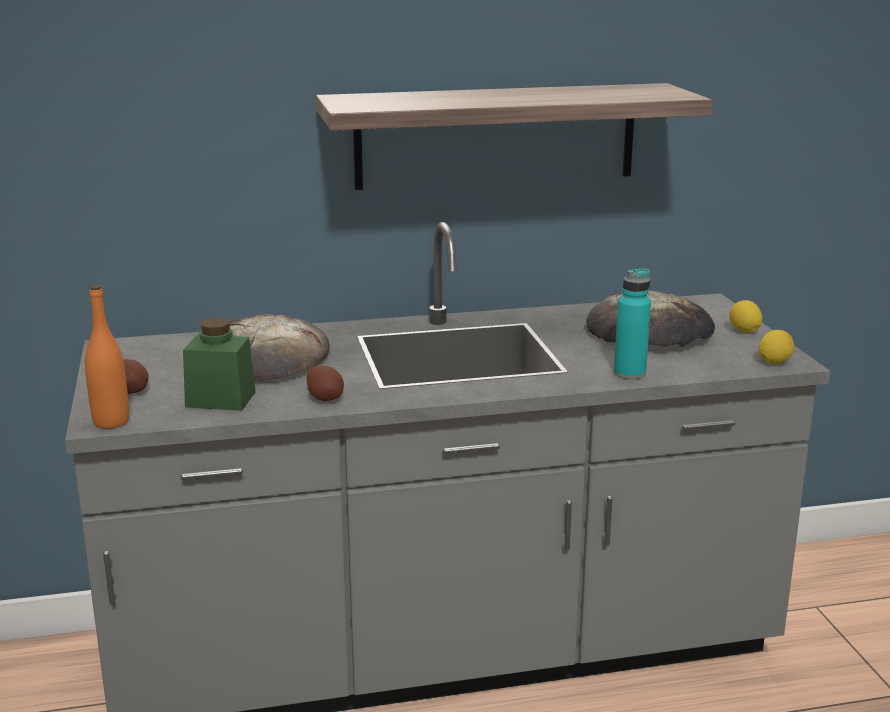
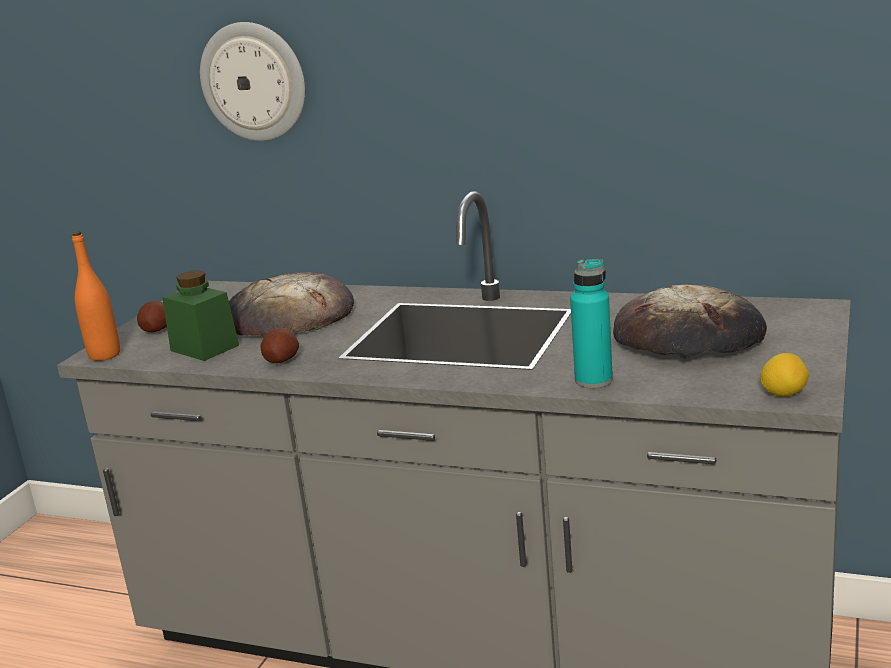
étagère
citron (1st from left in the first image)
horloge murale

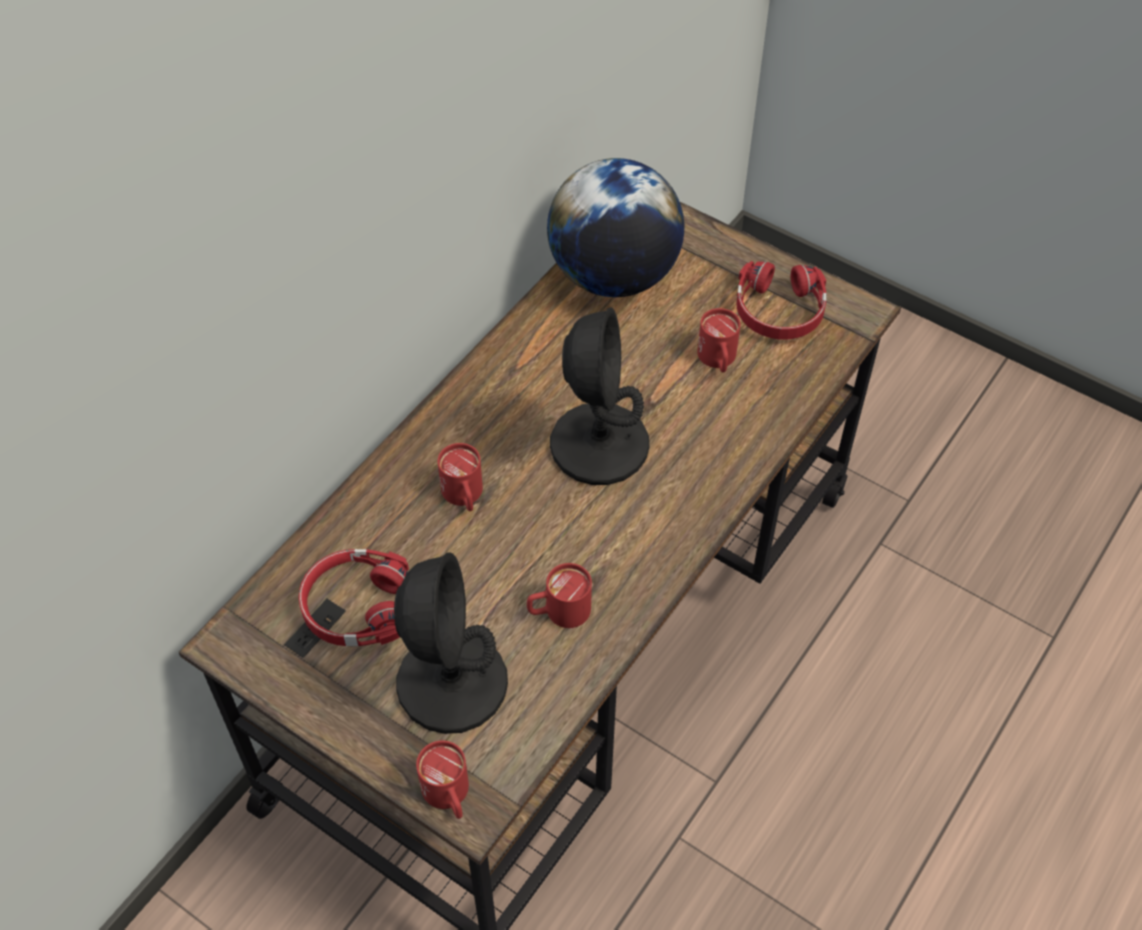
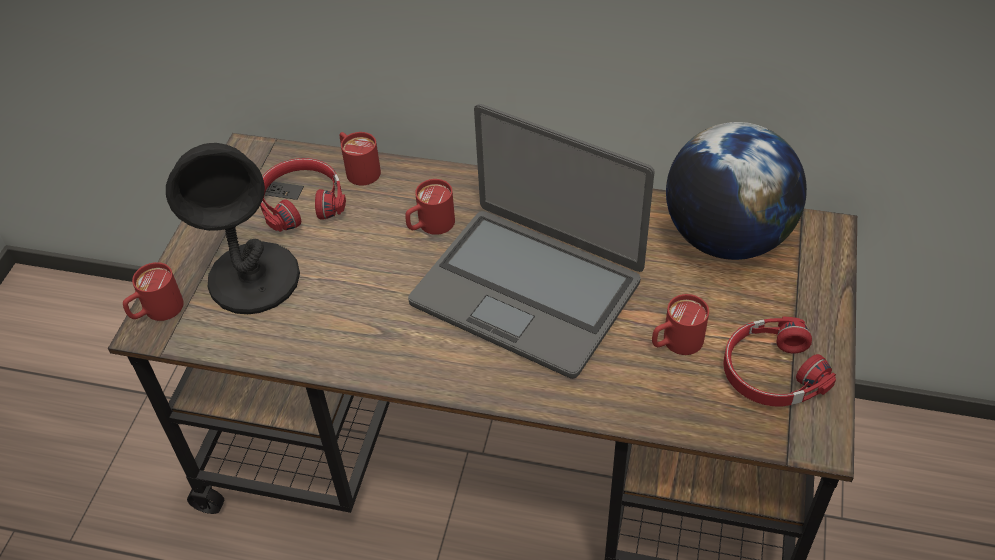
mug/rouge (2nd from left)
ordinateur portable

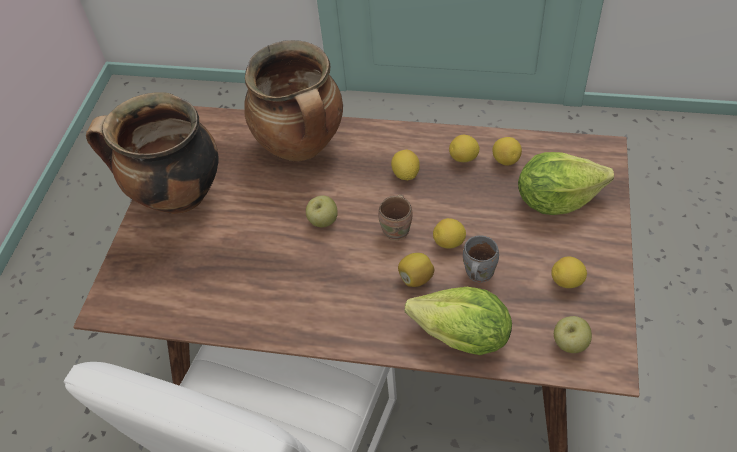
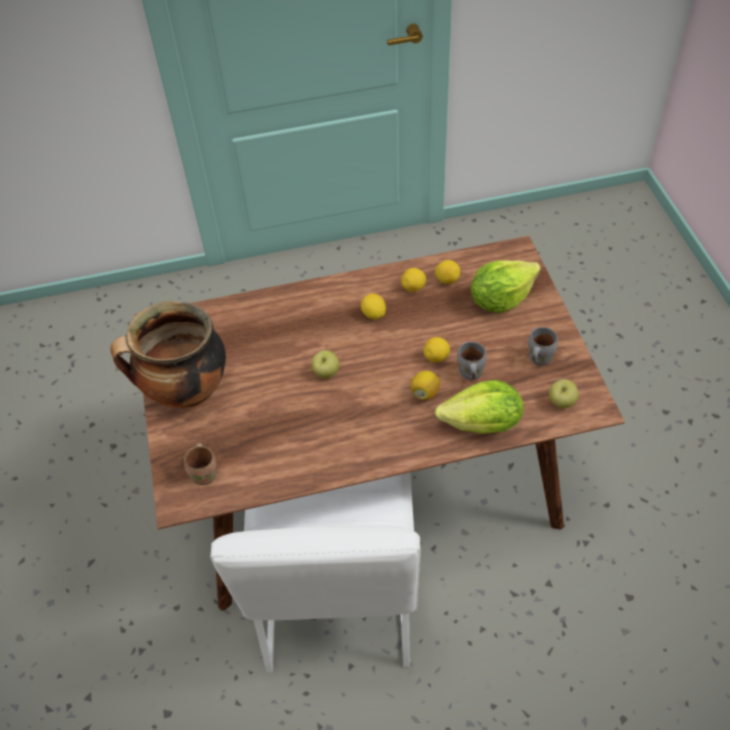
marmite (2nd from left in the first image)
mug/marron
mug/gris (2nd from left)

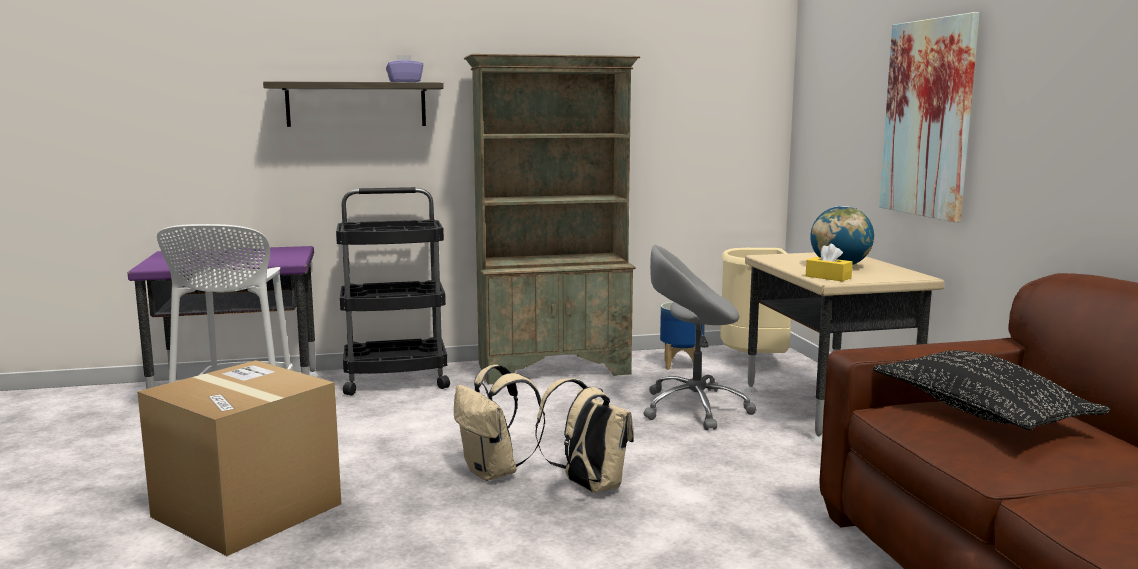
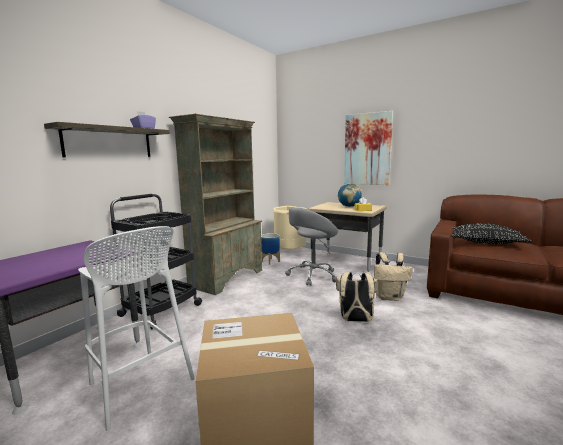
sac à dos/beige (2nd from left)

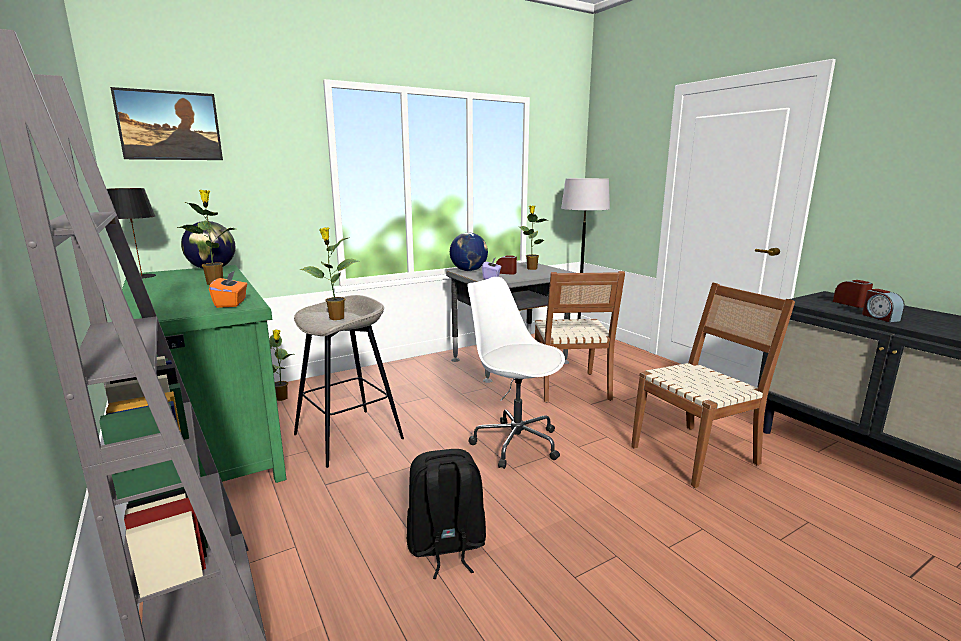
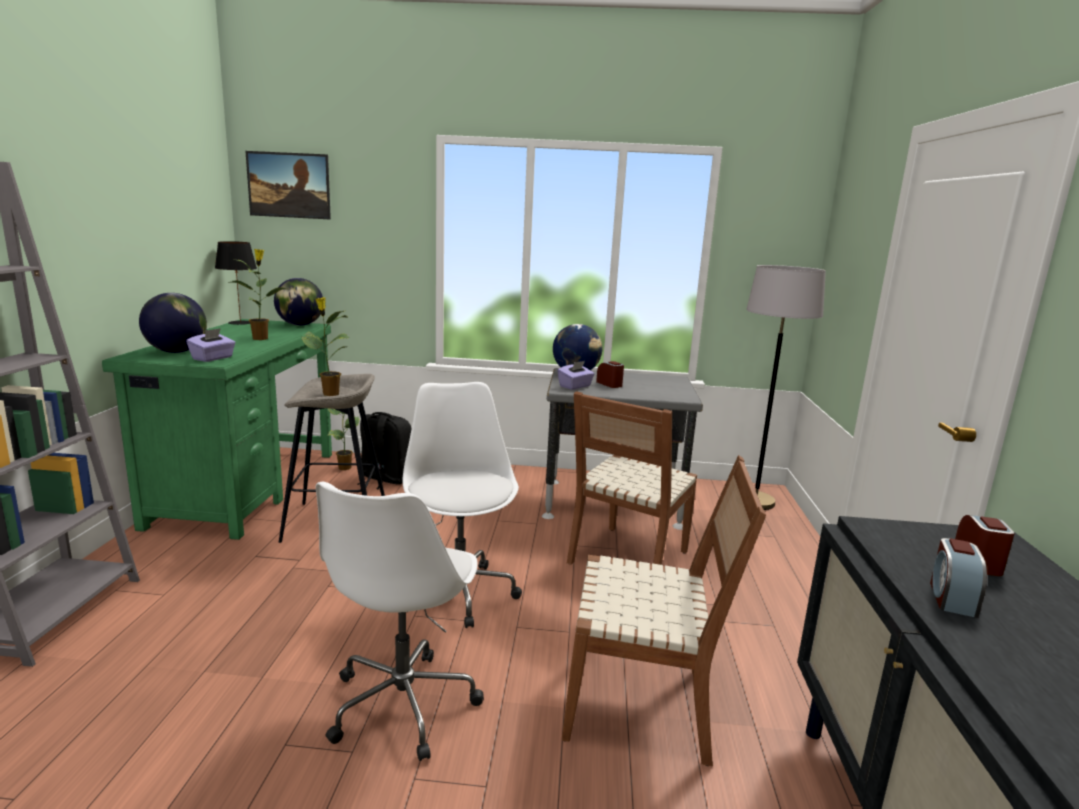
plante en pot (4th from left in the first image)
globe (1st from left)
chaise de bureau/blanc (1st from left)
sac à dos/noir
boîte à mouchoirs/violet (1st from left)

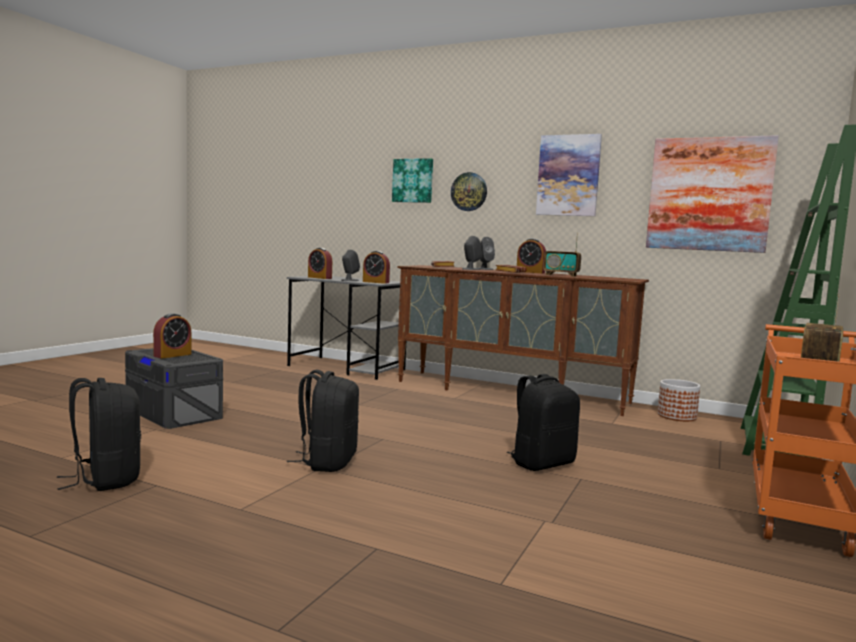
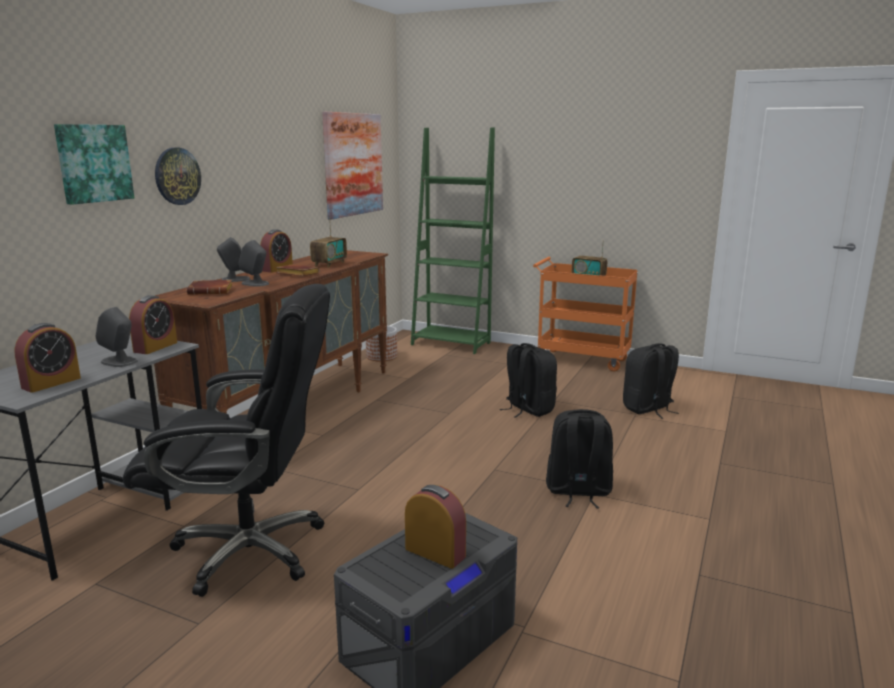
tableau (2nd from left in the first image)
chaise de bureau/noir
sac à dos/noir (3rd from left)

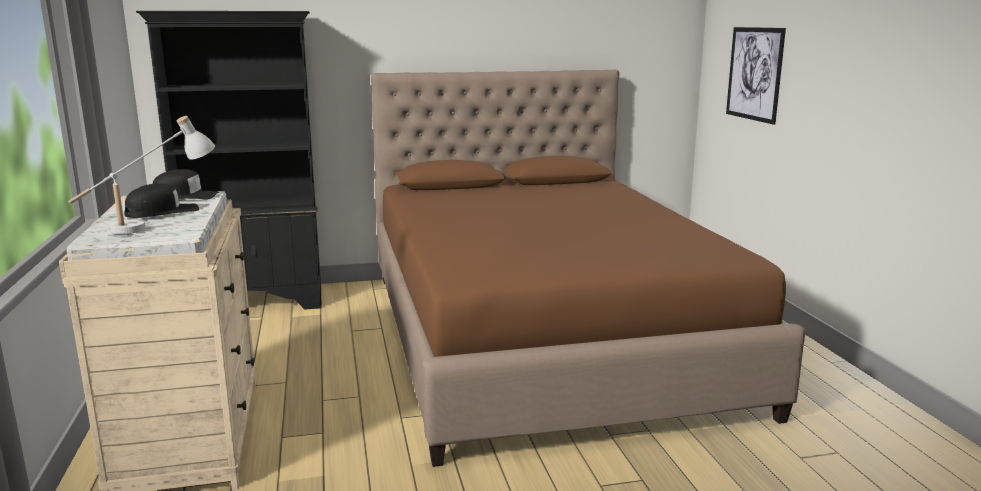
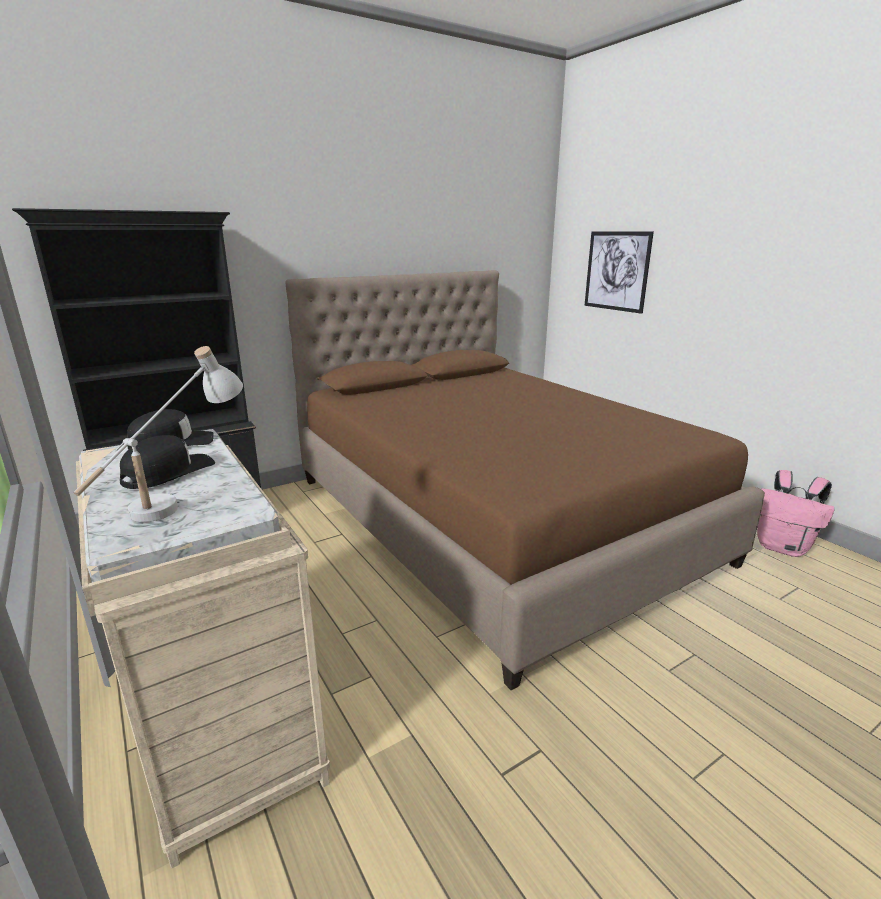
sac à dos/rose

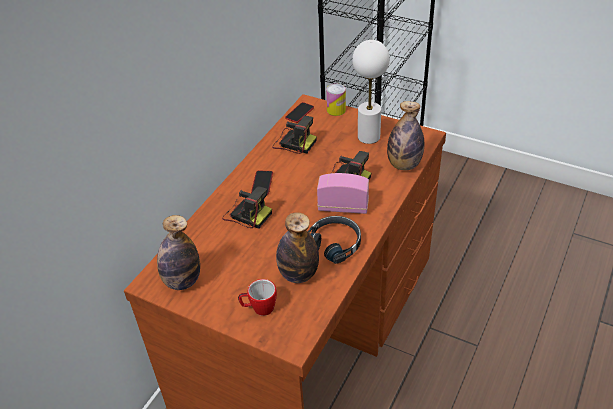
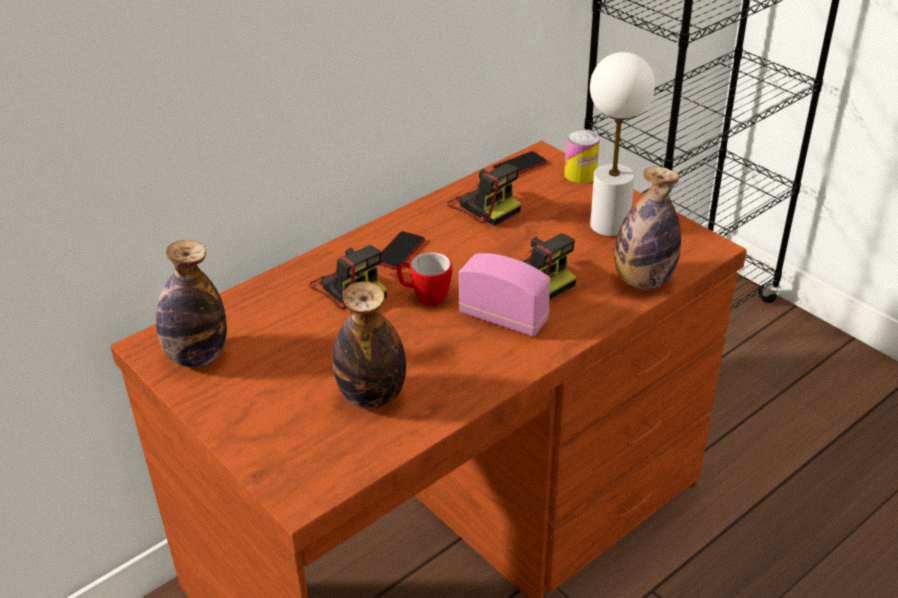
casque audio/noir
mug

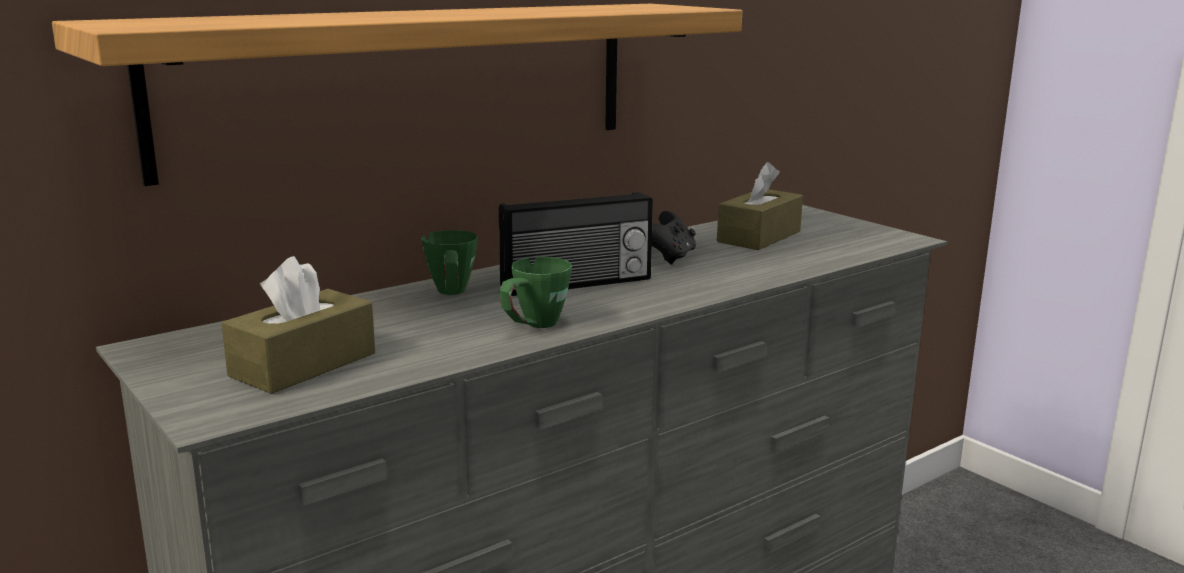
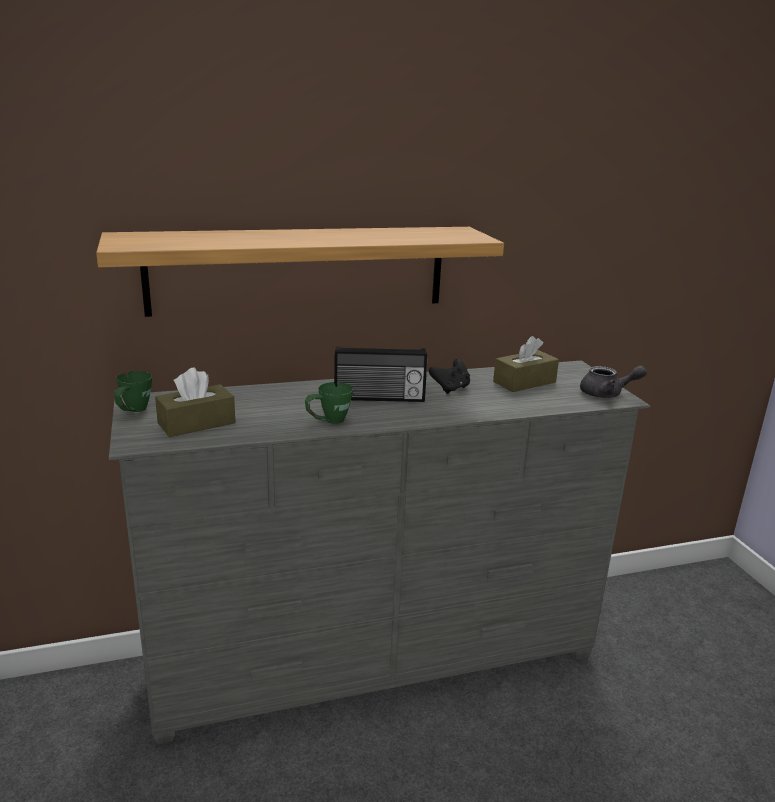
théière/gris
mug/vert (1st from left)

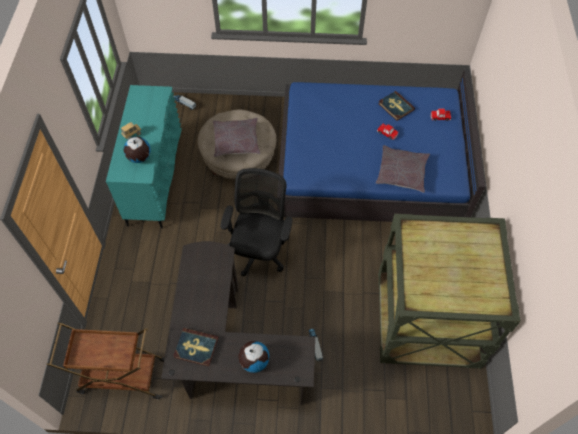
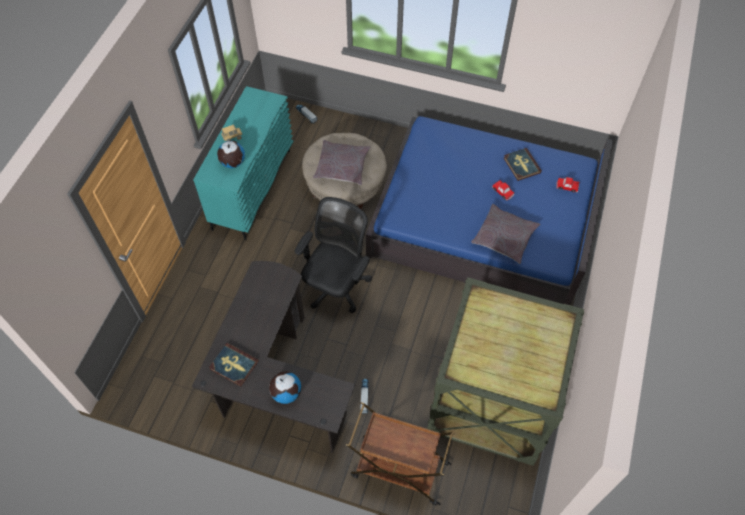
chariot/marron

